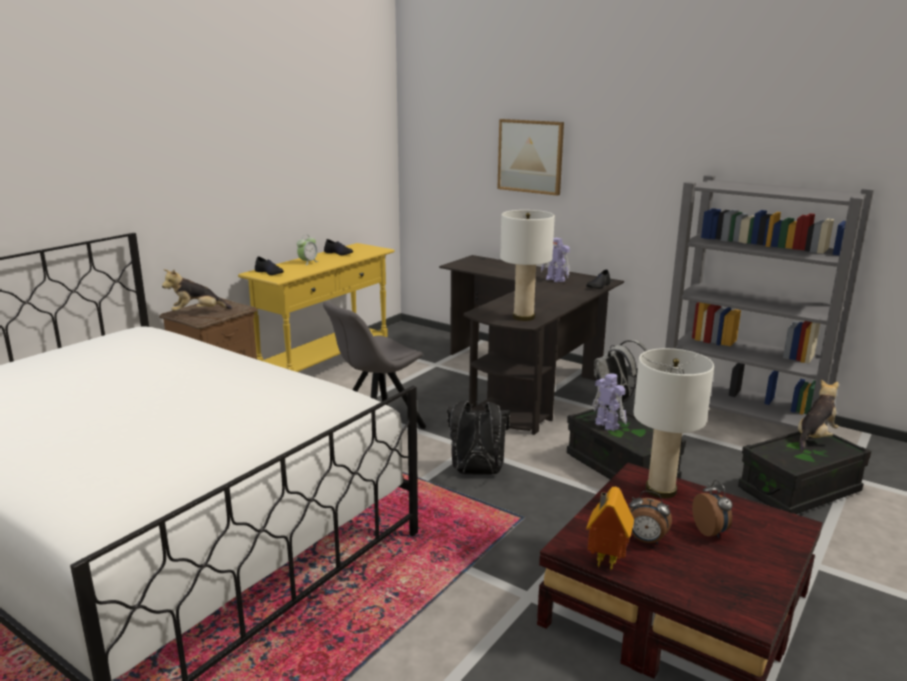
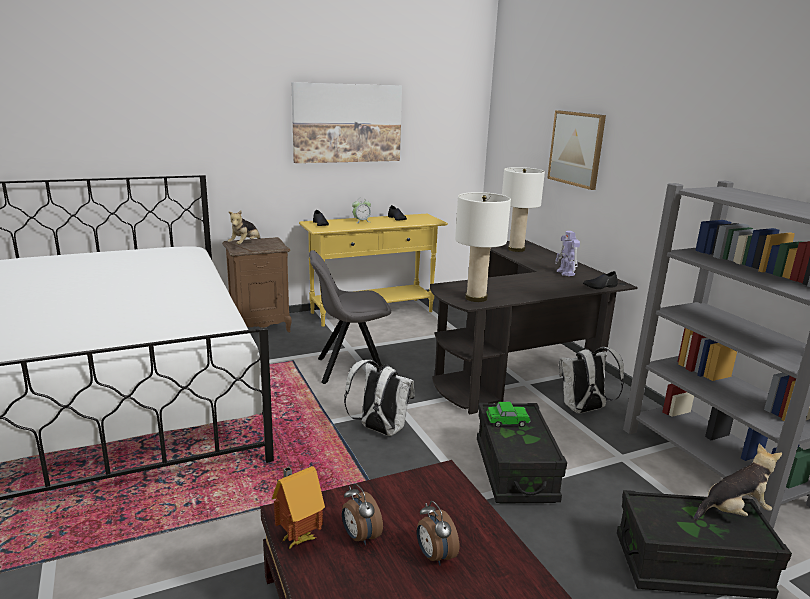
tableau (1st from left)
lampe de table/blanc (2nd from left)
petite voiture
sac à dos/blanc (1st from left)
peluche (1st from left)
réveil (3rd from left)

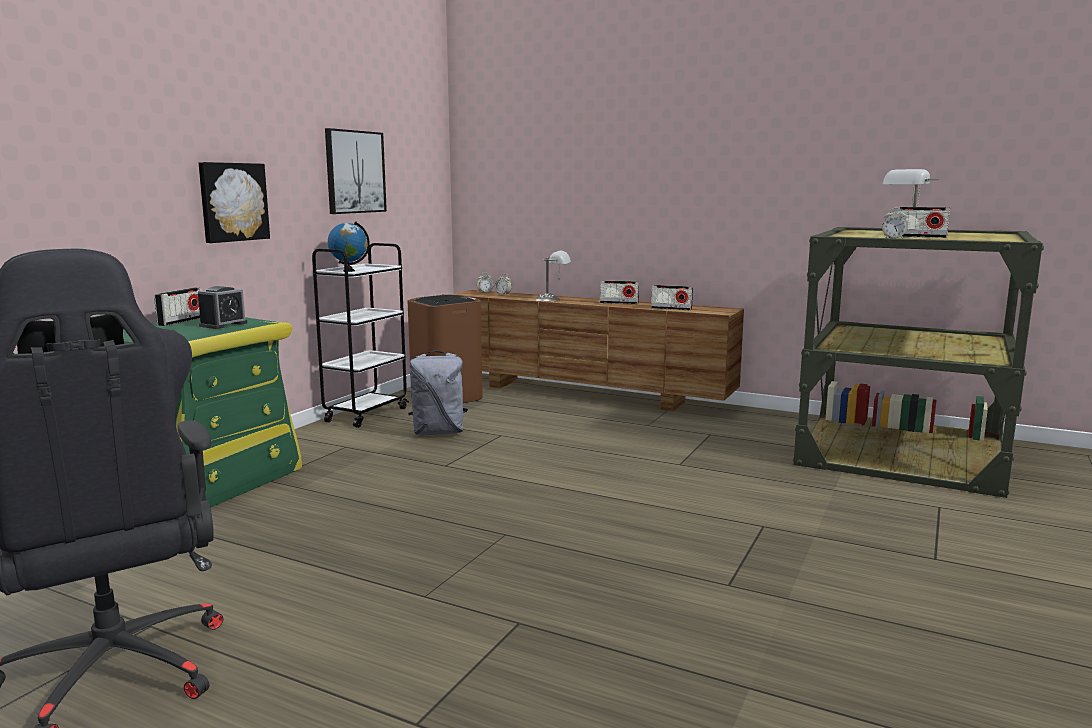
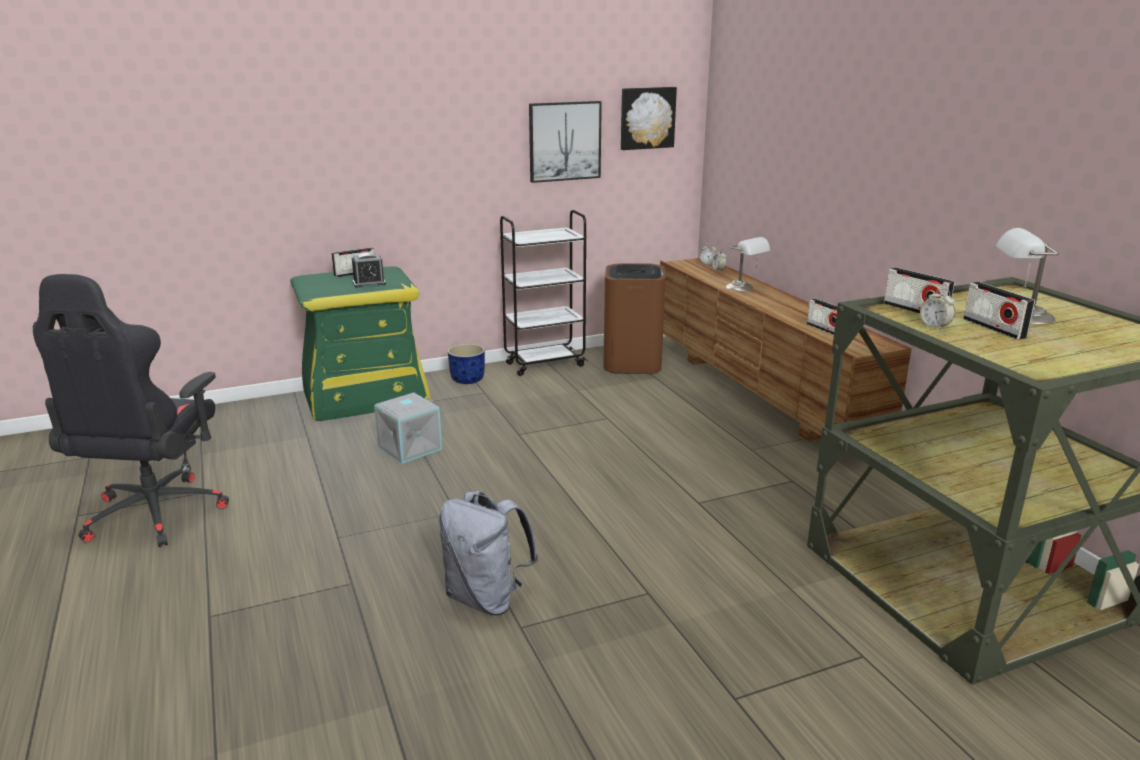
globe
boîte de rangement/gris
cache-pot/bleu
tableau (2nd from left)
sac à dos/gris
radio (3rd from left)

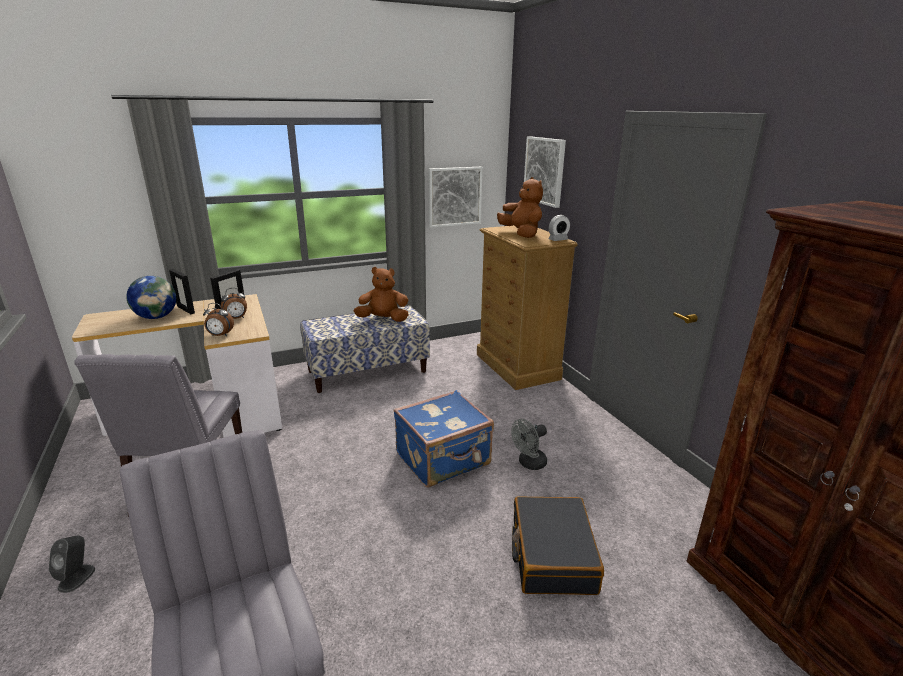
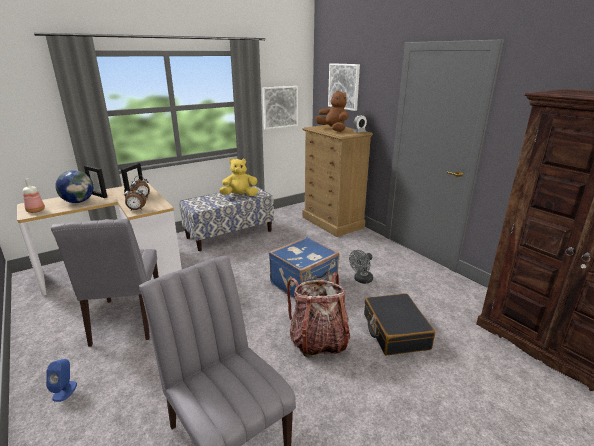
bouteille
sac à dos
enceinte/bleu
peluche/jaune

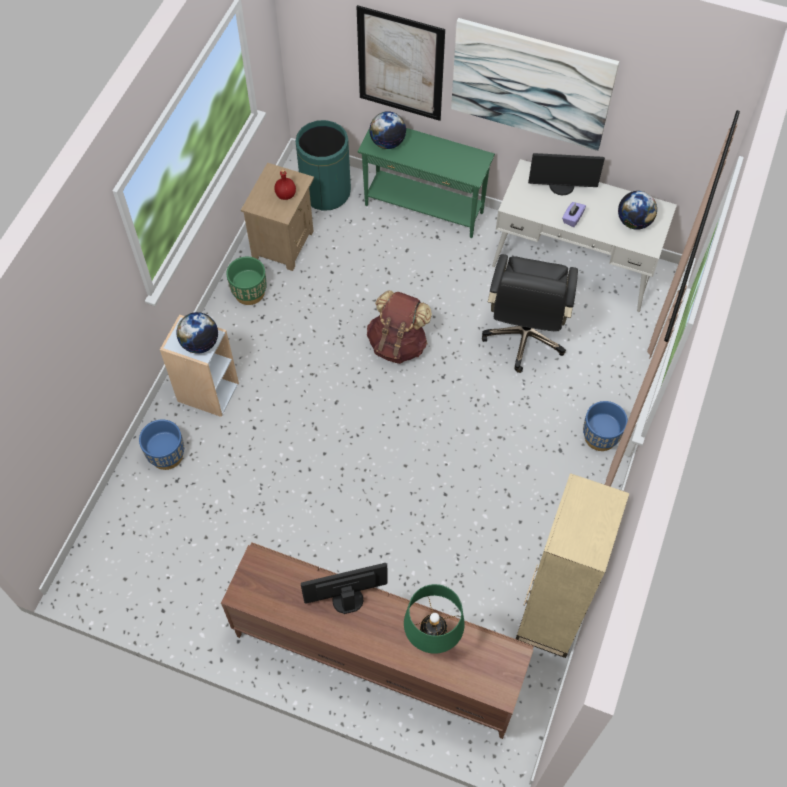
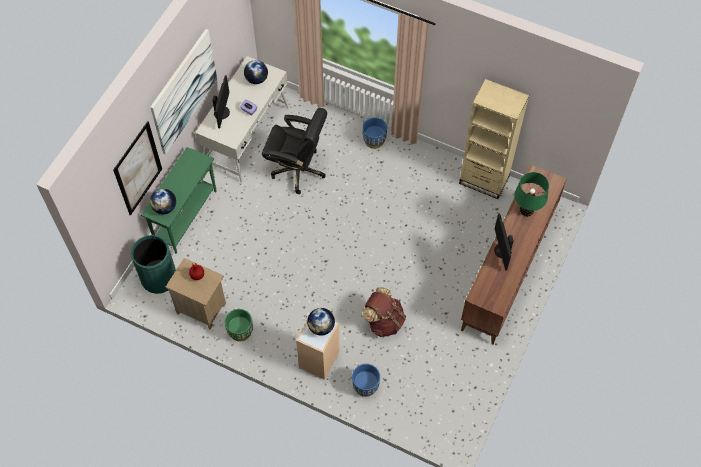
sac à dos/marron

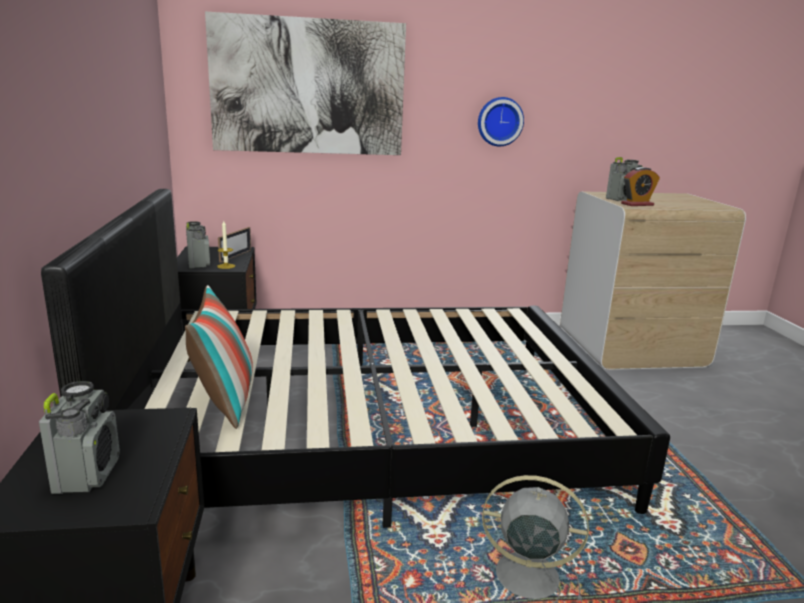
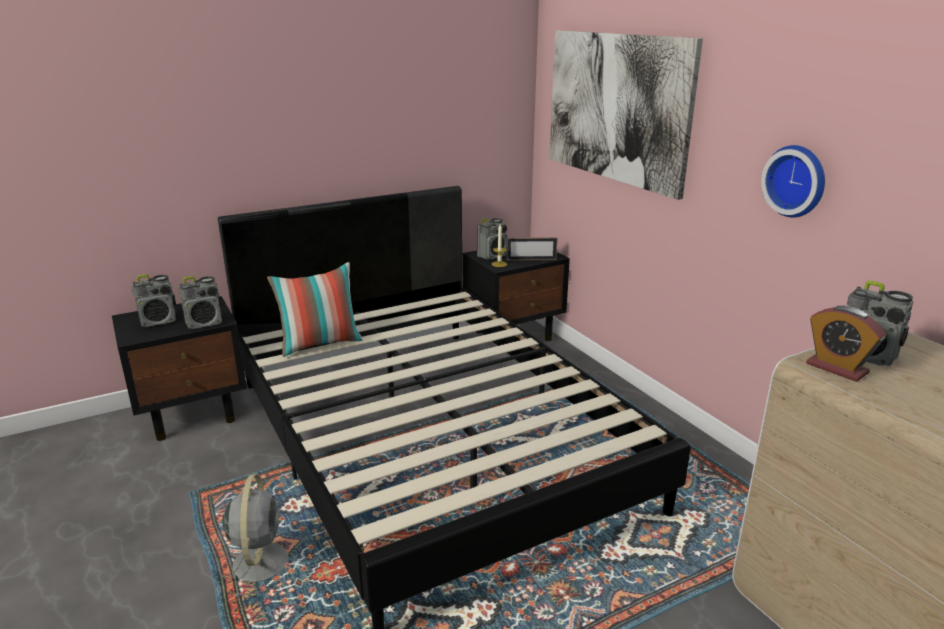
radio (2nd from left)

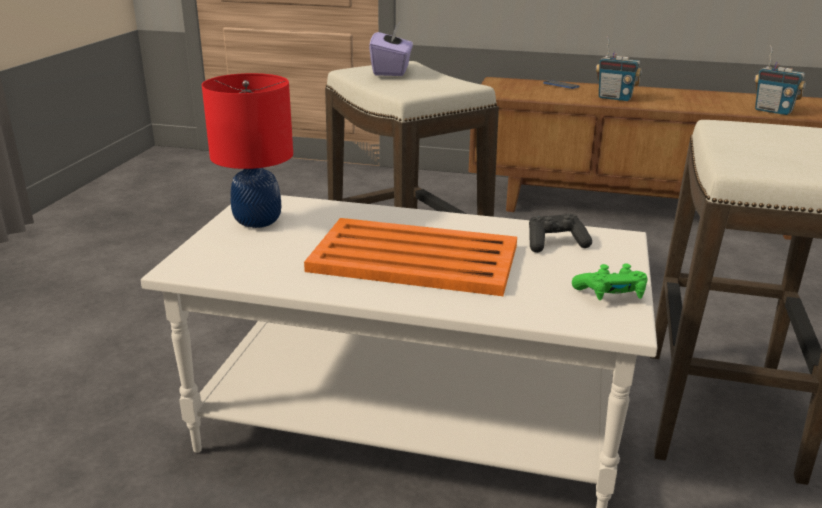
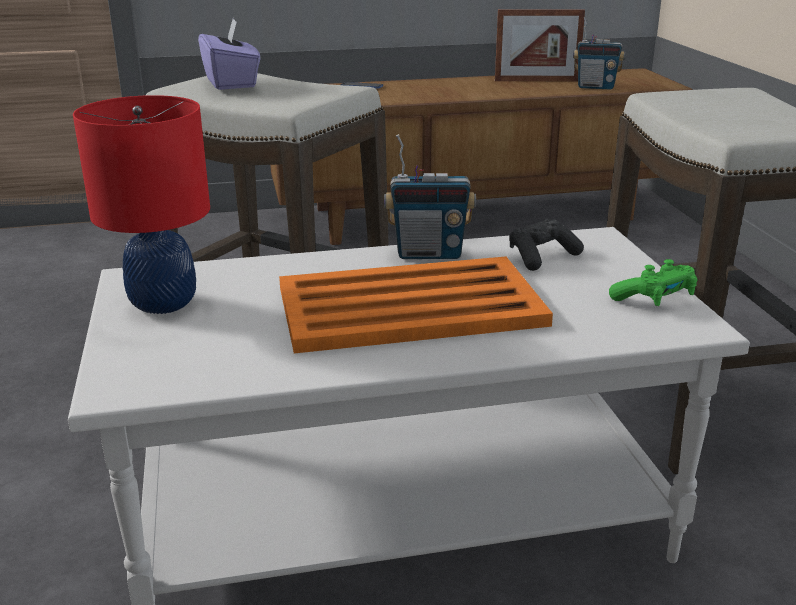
cadre photo
radio (1st from left)

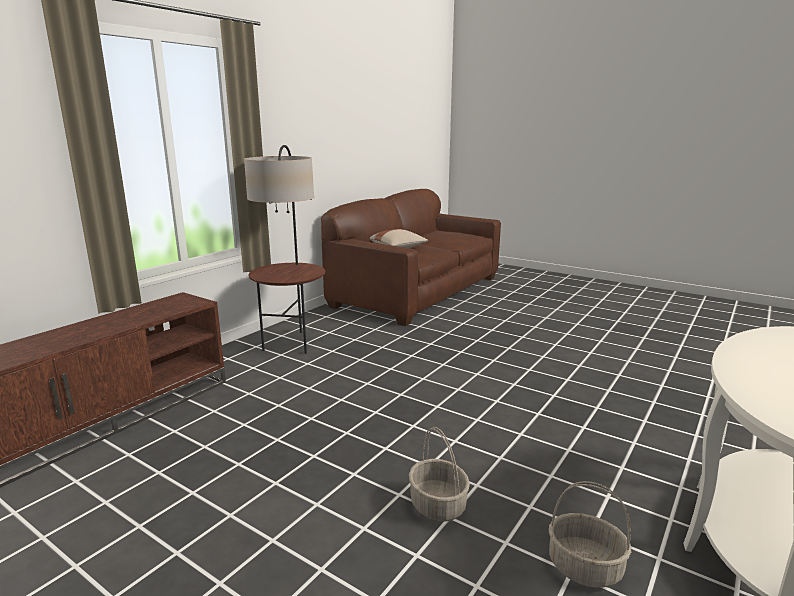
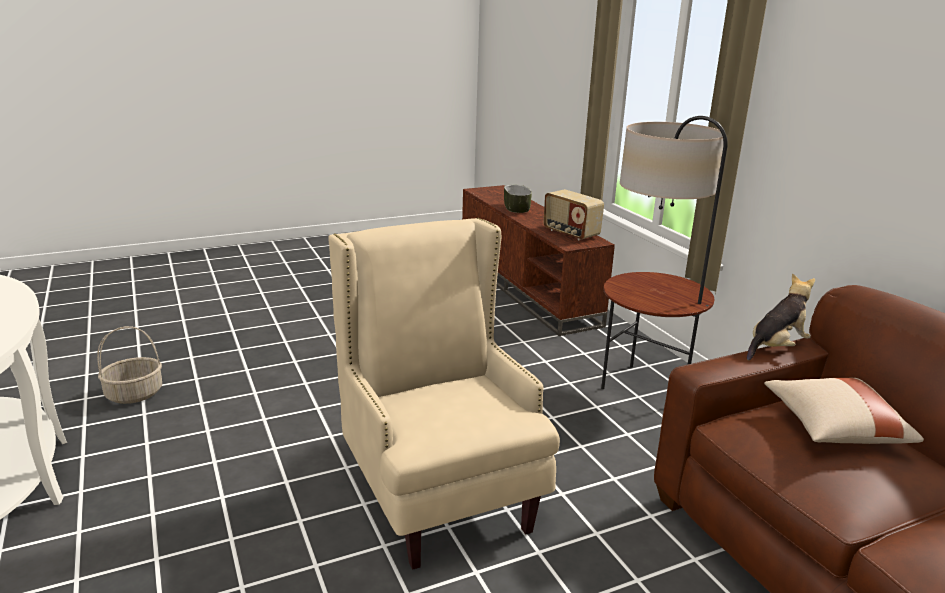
panier (1st from left in the first image)
fauteuil/beige
bol
radio
peluche

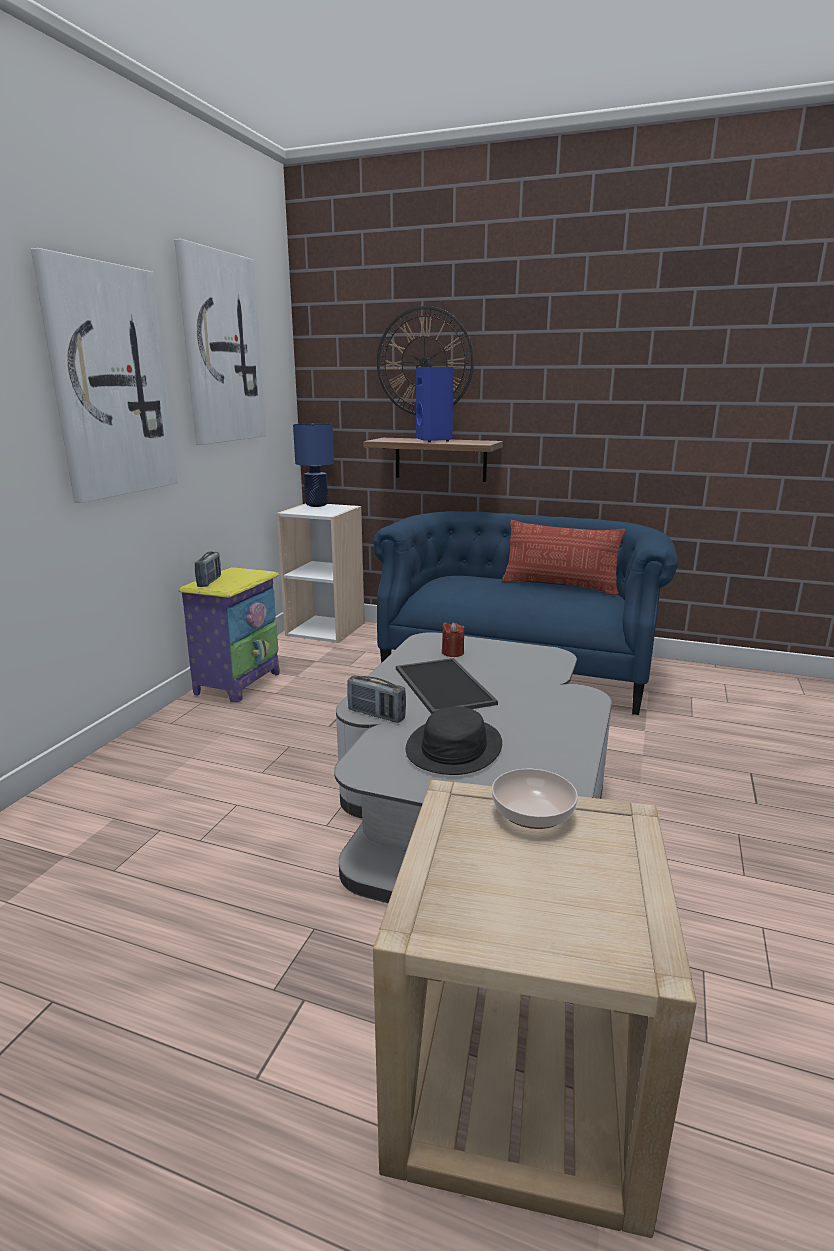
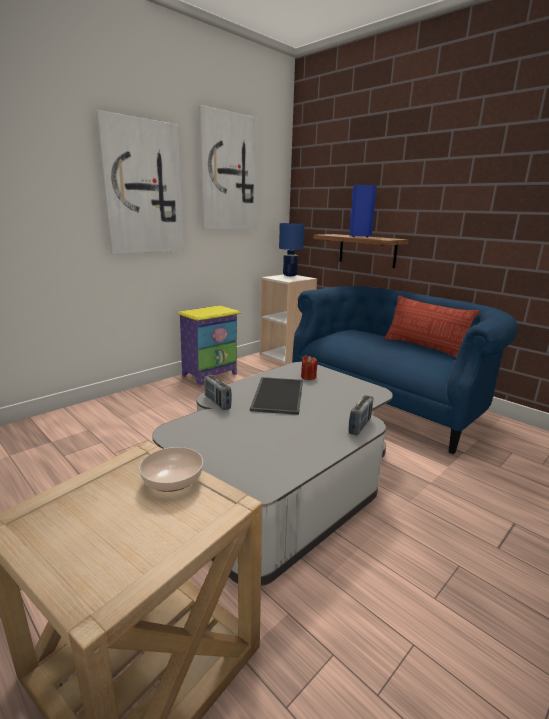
horloge murale
chapeau/noir
radio (2nd from left)

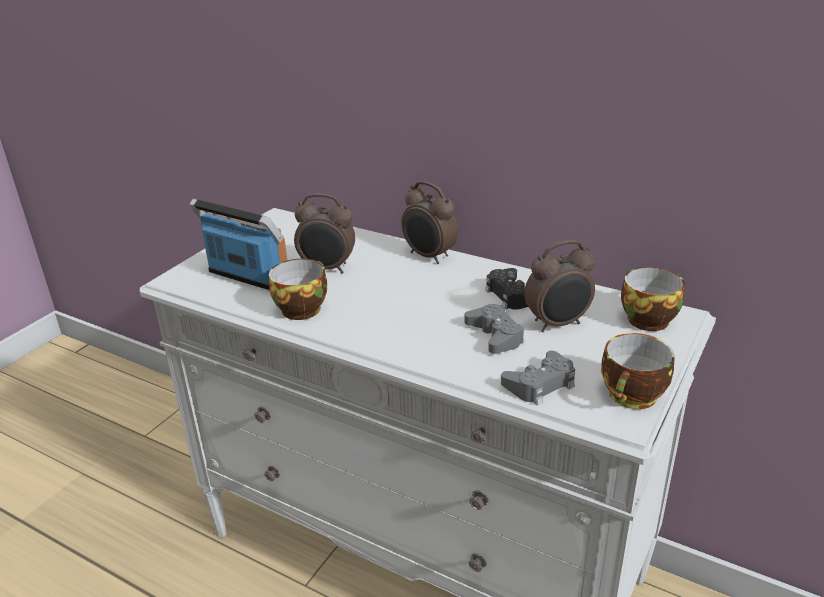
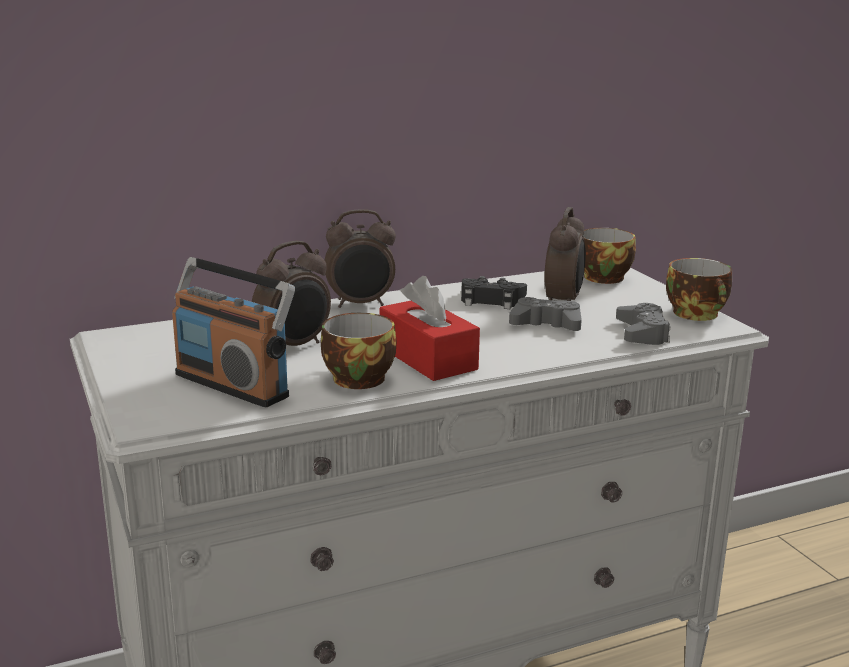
boîte à mouchoirs/rouge
radio

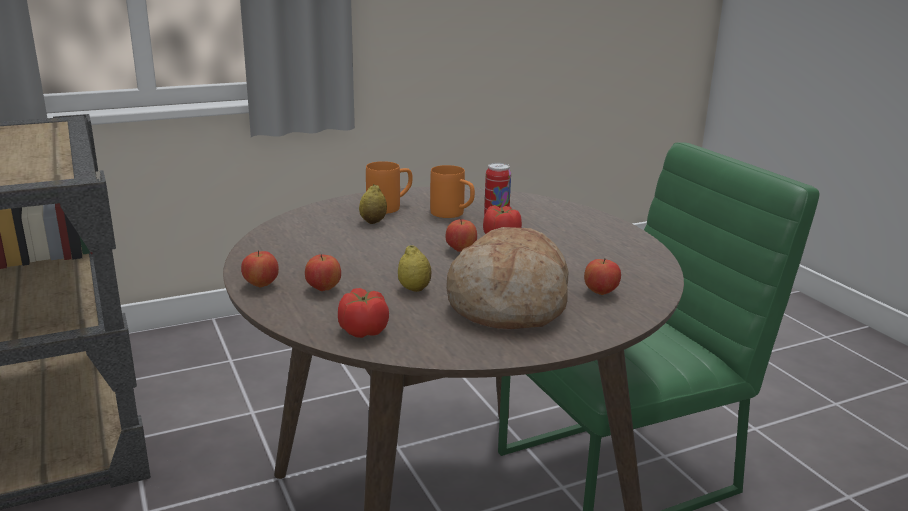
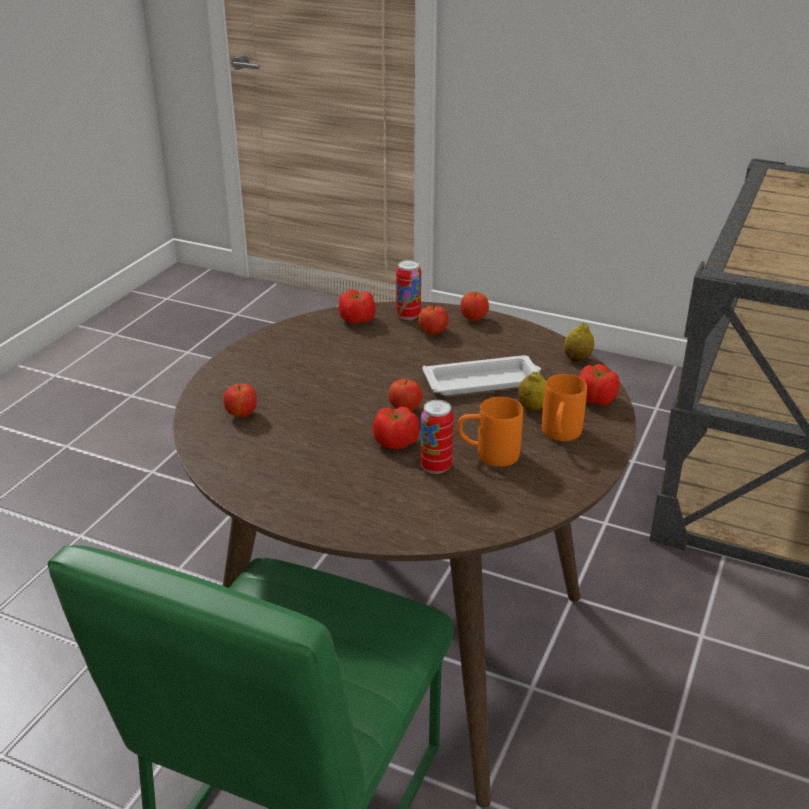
pain
boîte métallique (1st from left)
plateau/blanc
tomate (3rd from left)
citron (2nd from left)

